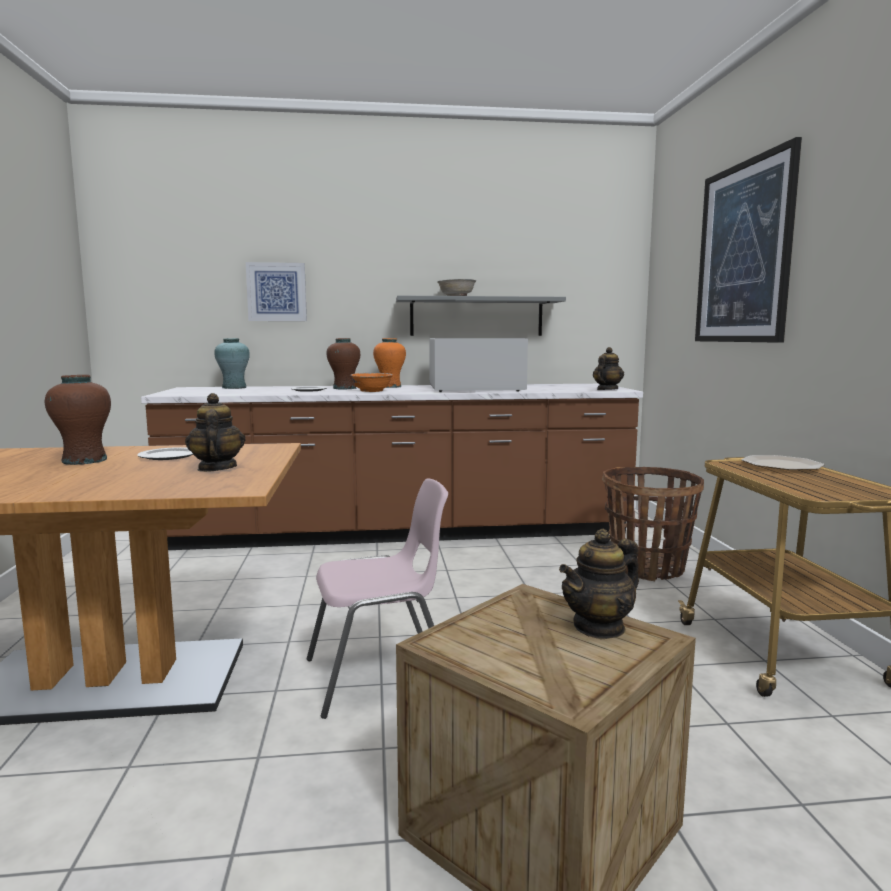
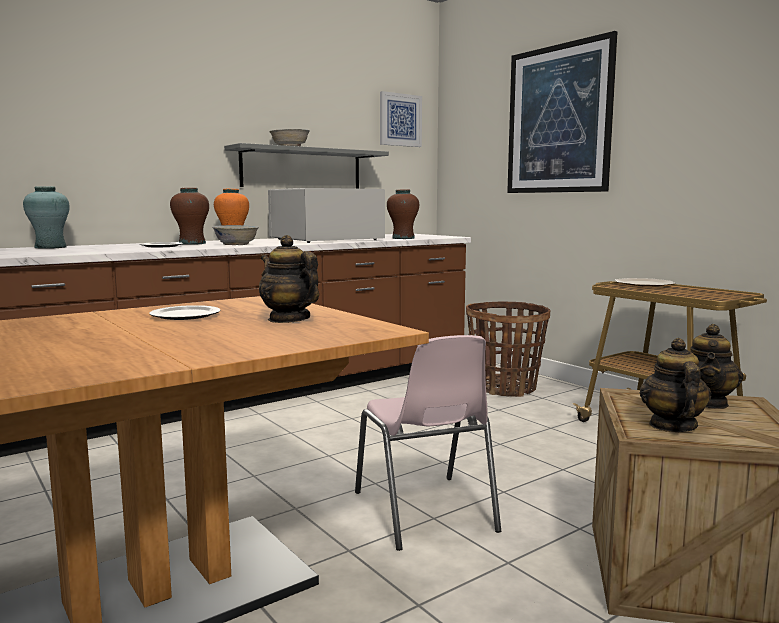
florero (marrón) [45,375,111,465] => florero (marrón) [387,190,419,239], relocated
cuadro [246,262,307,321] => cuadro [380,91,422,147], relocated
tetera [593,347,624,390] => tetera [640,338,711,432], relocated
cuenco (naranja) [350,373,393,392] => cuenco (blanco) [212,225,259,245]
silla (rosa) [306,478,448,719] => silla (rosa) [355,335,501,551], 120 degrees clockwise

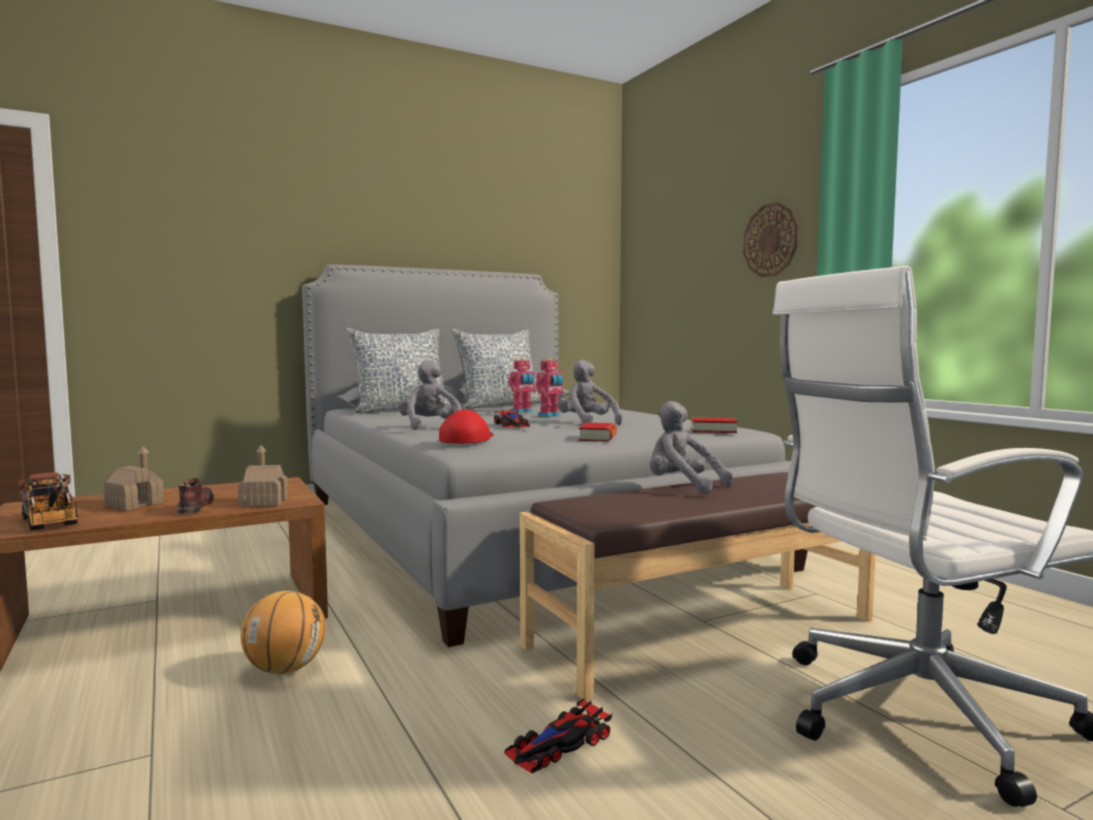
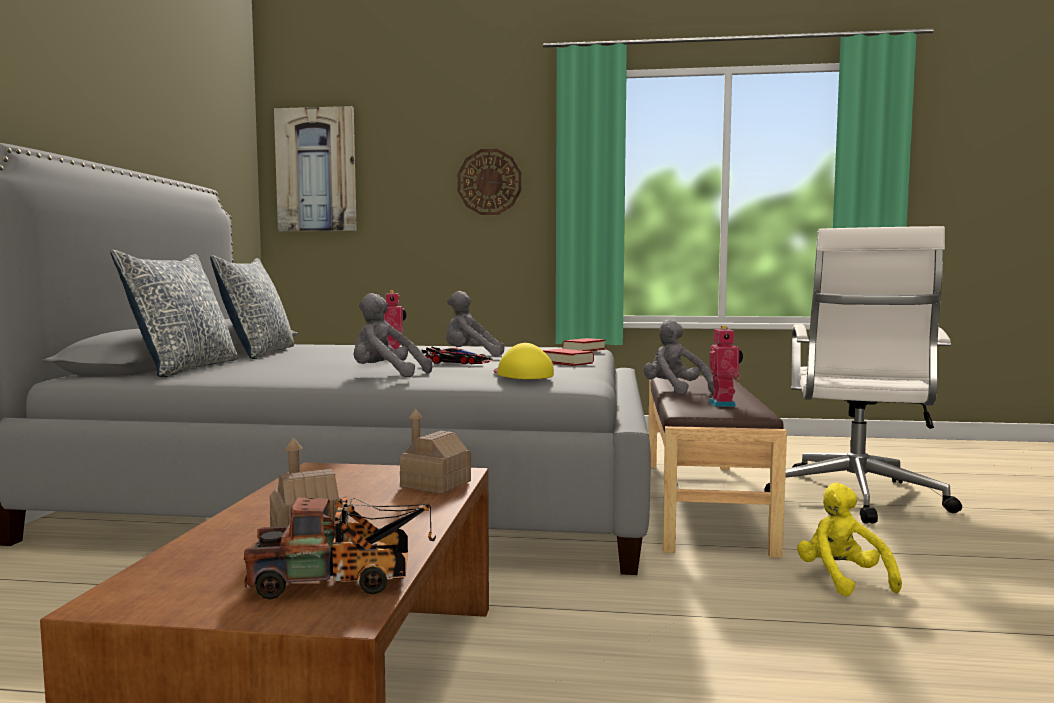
zapato (marrón) [177,478,214,514] => nothing
balón de baloncesto [241,591,326,674] => nothing
nothing => cuadro [274,106,357,231]
robot de juguete [508,357,537,413] => robot de juguete [708,325,743,407], relocated
coche de juguete [504,699,612,774] => peluche (amarillo) [797,483,902,597]
gorra (rojo) [439,410,494,444] => gorra (amarillo) [493,343,554,379]
peluche (gris) [650,401,733,494] => peluche (gris) [644,320,714,395], 75 degrees clockwise

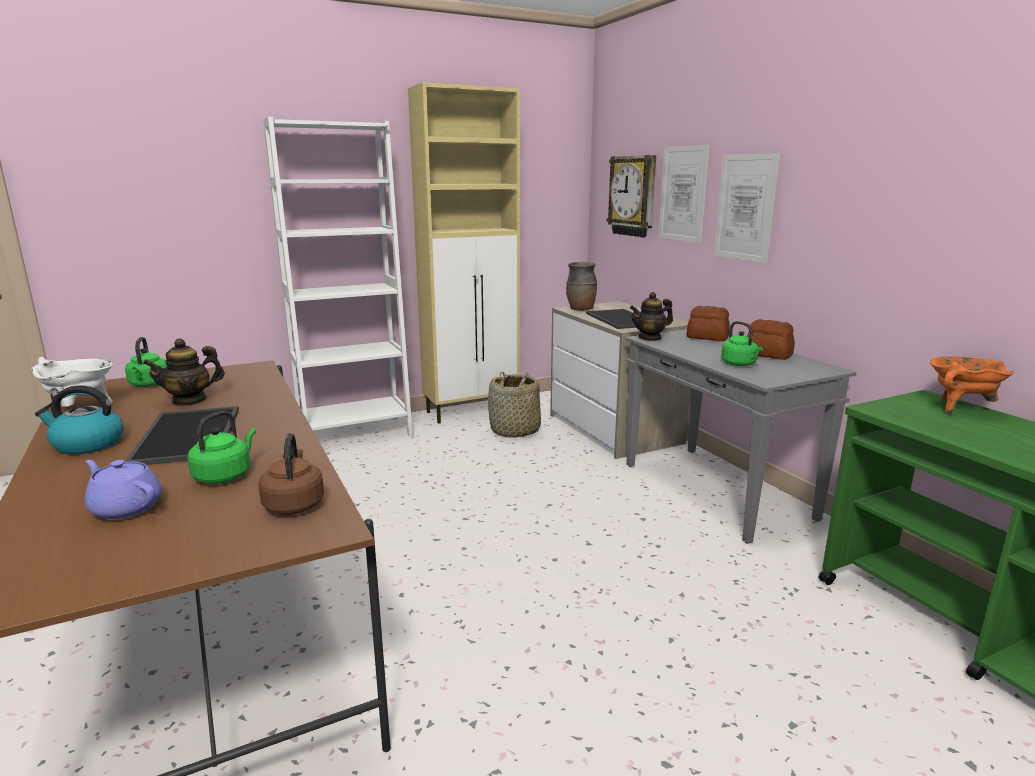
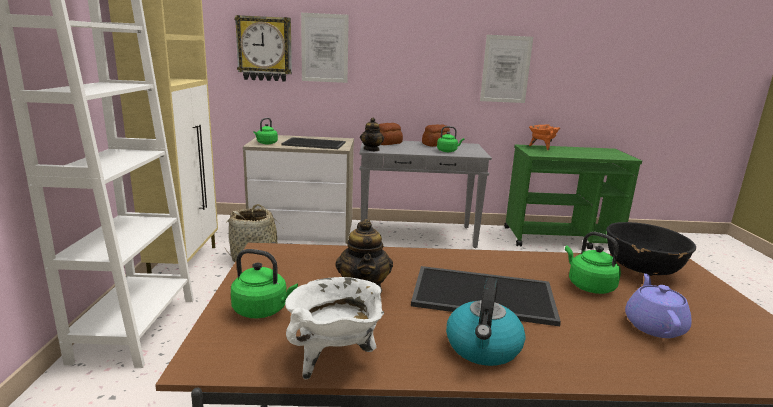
cuadro [714,153,780,263] => cuadro [480,35,533,103], relocated
hervidor (marrón) [259,433,324,515] => cuenco (negro) [606,222,696,276]
florero (marrón) [566,262,597,311] => hervidor (verde) [253,118,278,144]
tetera (morado) [85,460,162,520] => tetera (morado) [625,273,692,338], 135 degrees clockwise

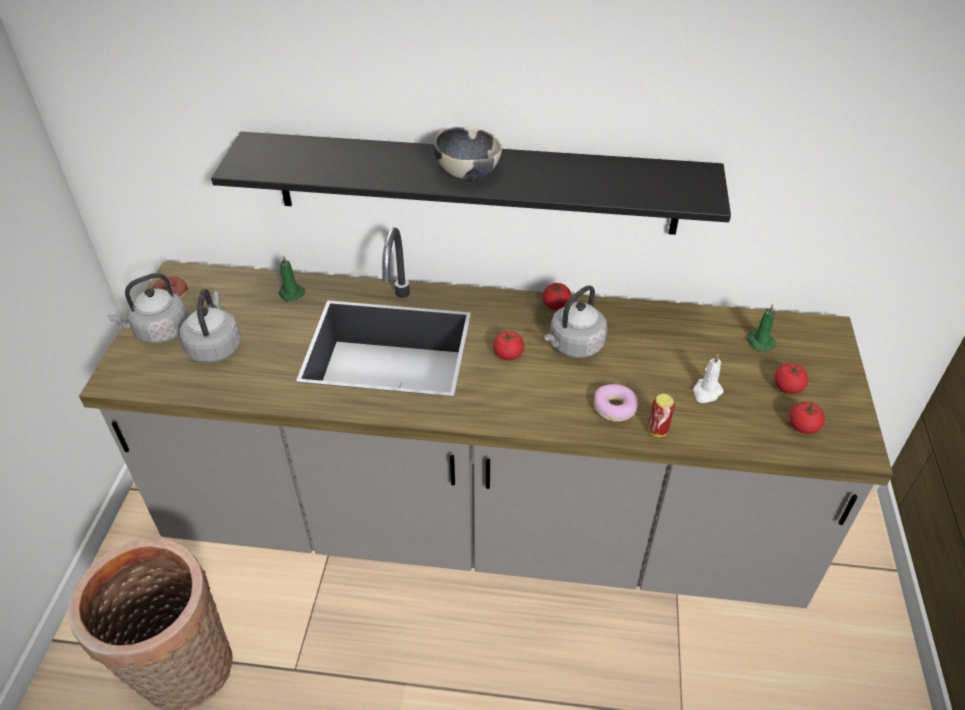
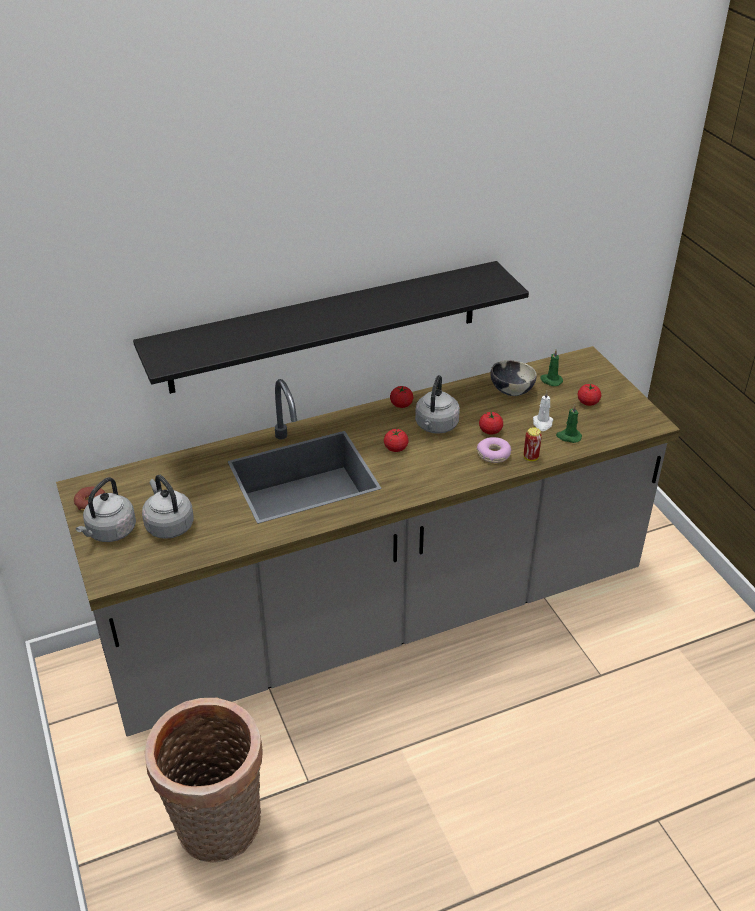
vela (verde) [278,255,305,301] => vela (verde) [556,404,582,443], relocated
cuenco [433,127,502,181] => cuenco [490,360,537,396], relocated
tomate [789,402,825,434] => tomate [479,412,503,435], relocated

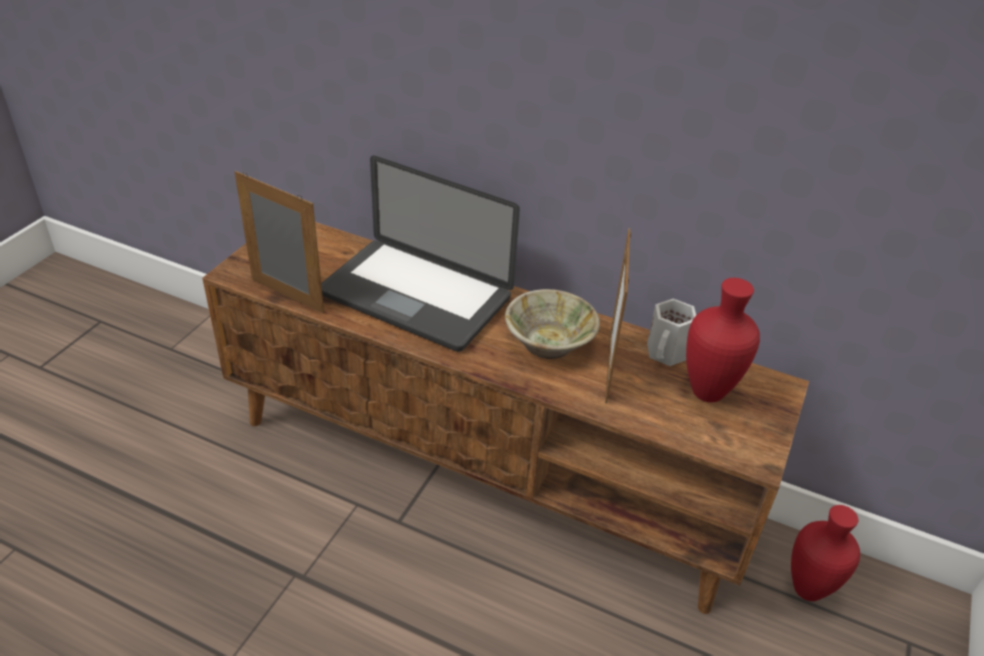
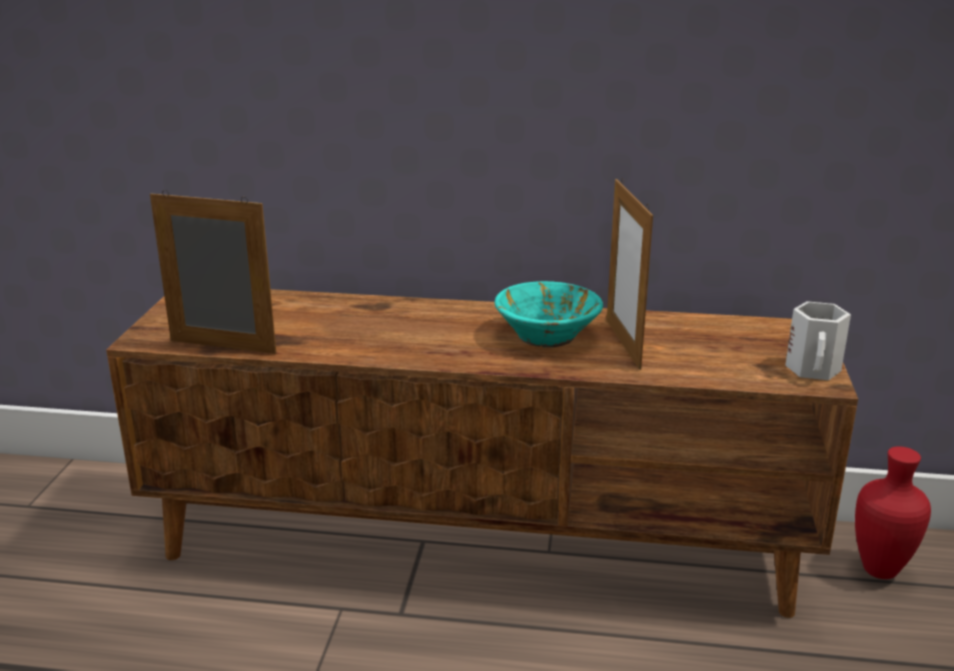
portátil [321,156,520,352] => nothing
florero (rojo) [686,278,760,402] => nothing
taza grande (blanco) [647,299,696,366] => taza grande (blanco) [785,301,851,380], relocated
cuenco (beis) [505,289,600,359] => cuenco (turquesa) [494,281,603,347]

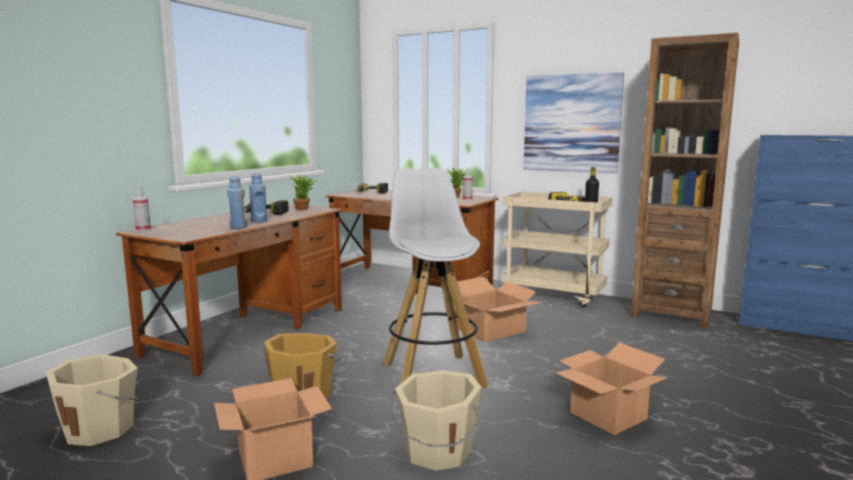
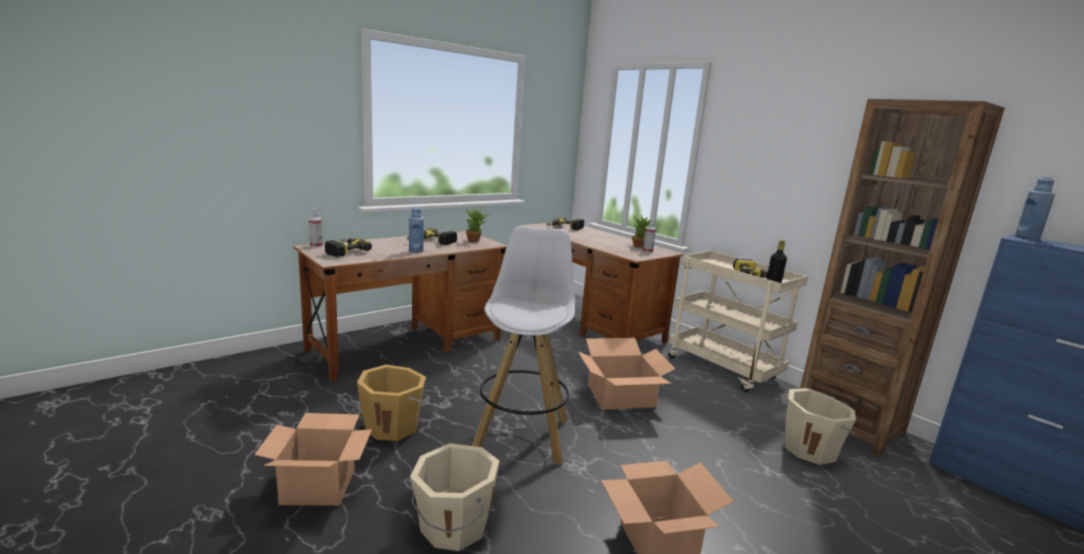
cuadro [523,72,624,173] => nothing
nothing => taladro [325,237,372,257]
cubo (beis) [46,354,138,446] => cubo (beis) [785,388,856,465], relocated
botella (azul) [227,176,247,229] => botella (azul) [1015,177,1055,240], relocated

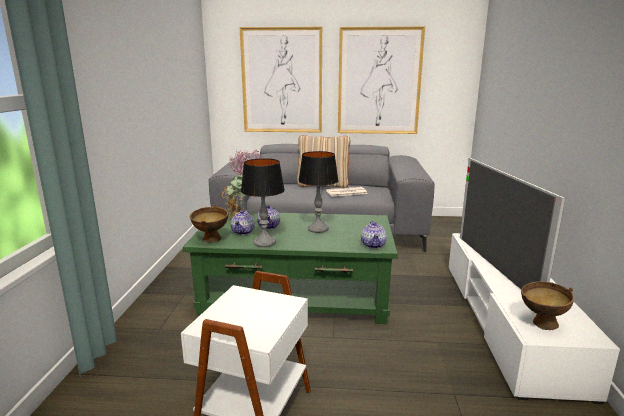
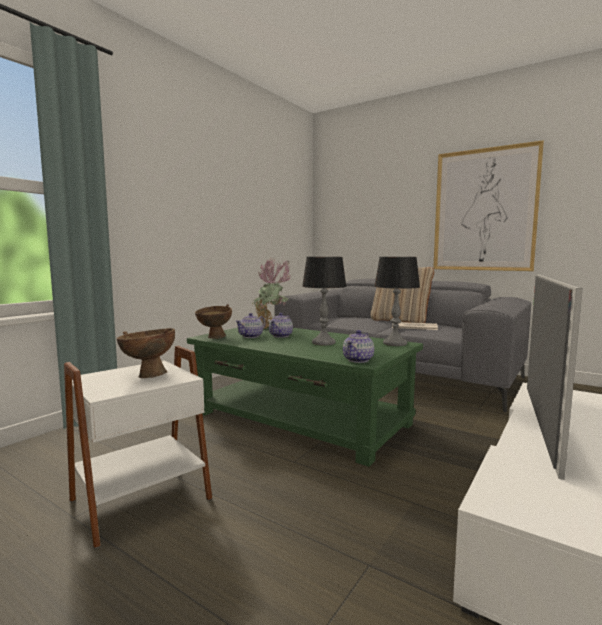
cuadro [240,27,322,133] => nothing
lámpara de mesa [241,158,285,247] => lámpara de mesa [374,257,420,346], relocated
cuenco (marrón) [521,281,574,330] => cuenco (marrón) [117,328,175,378], relocated

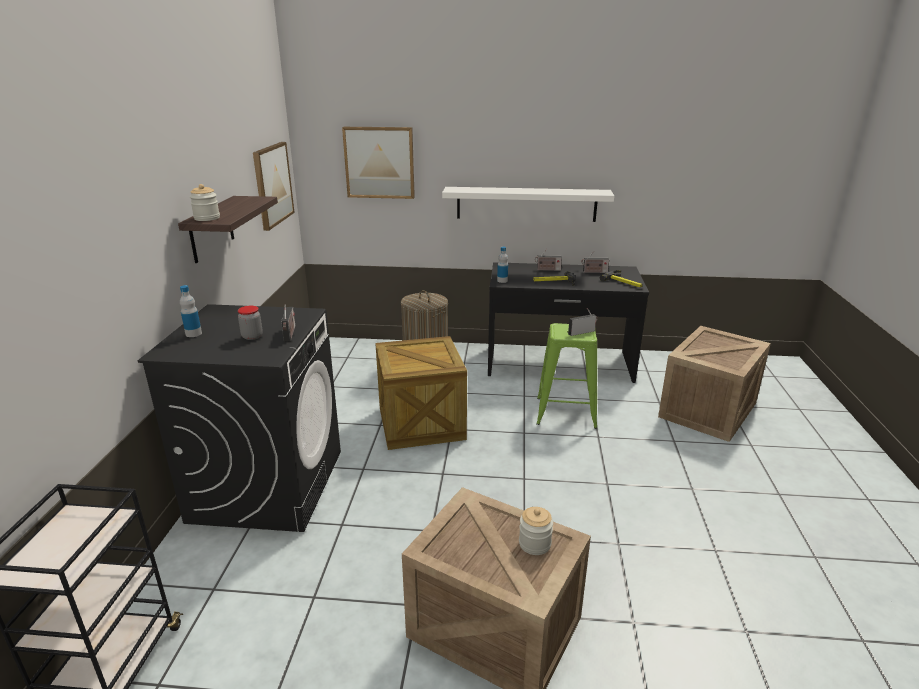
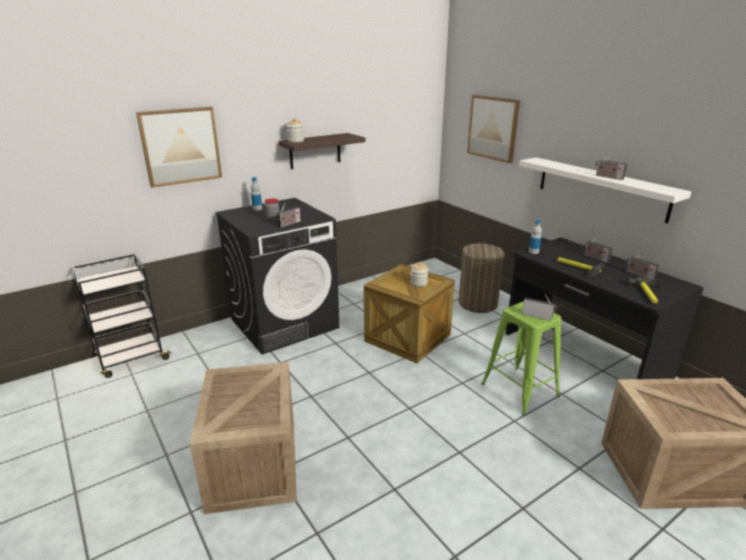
nothing => radio [596,153,627,180]
cuadro [253,142,295,231] => cuadro [136,107,222,188], relocated
tarro [519,507,553,555] => tarro [411,262,428,287], relocated

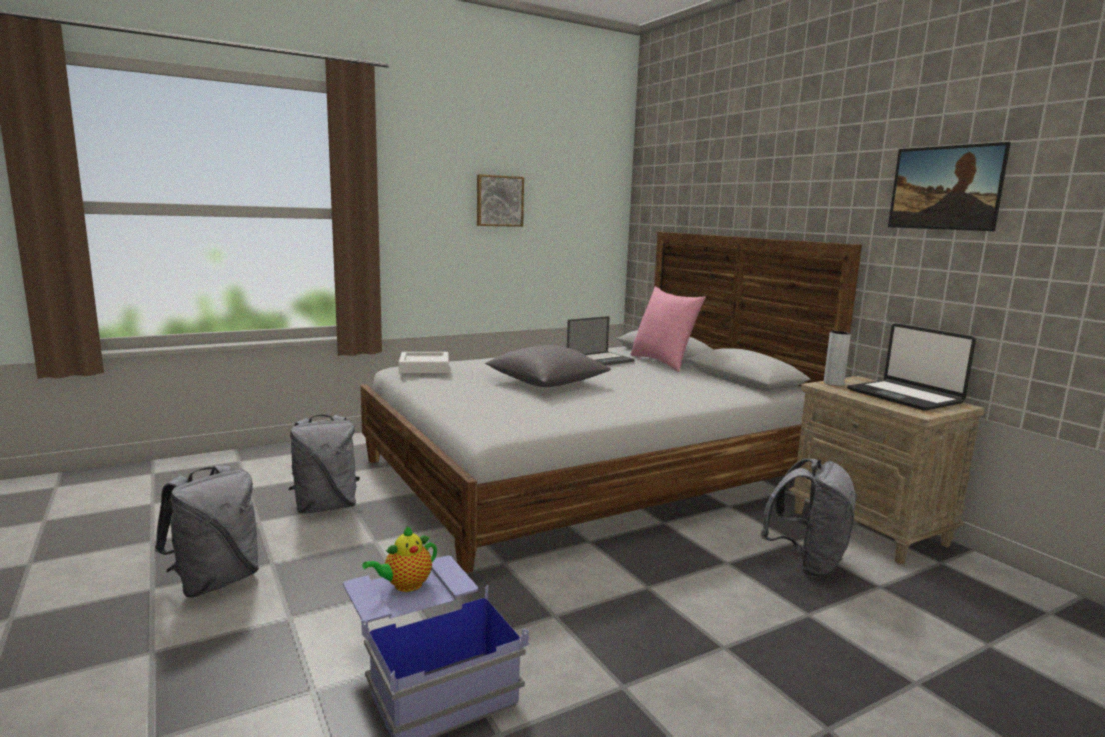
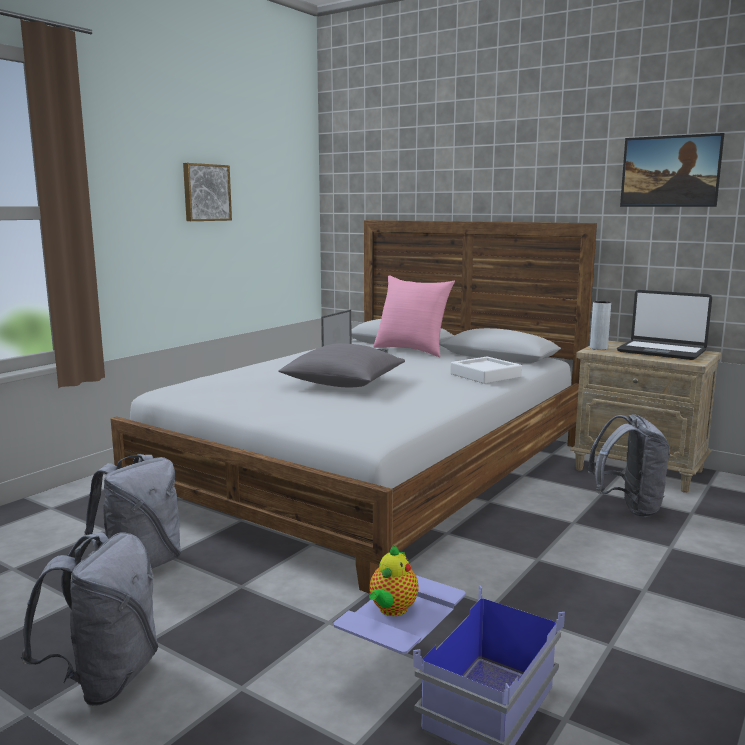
bandeja (blanco) [399,352,449,374] => bandeja (blanco) [450,356,522,384], relocated

